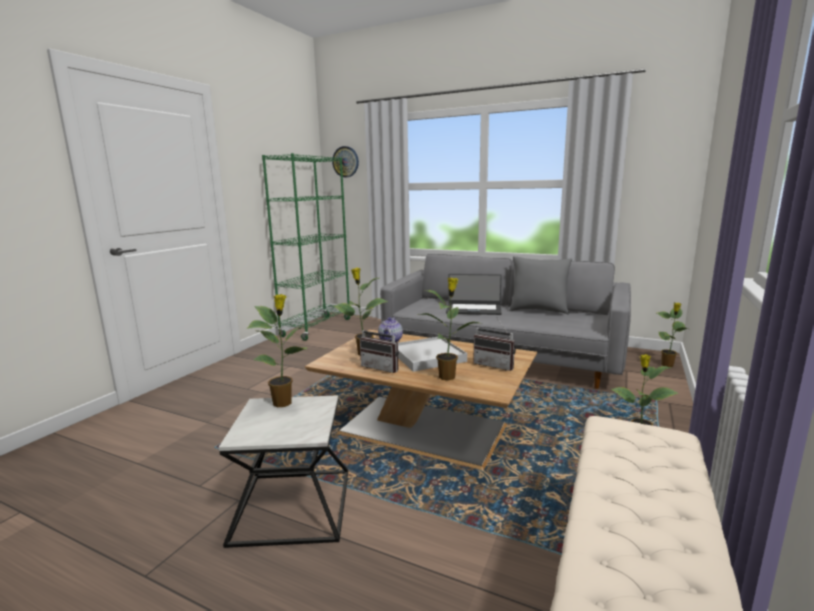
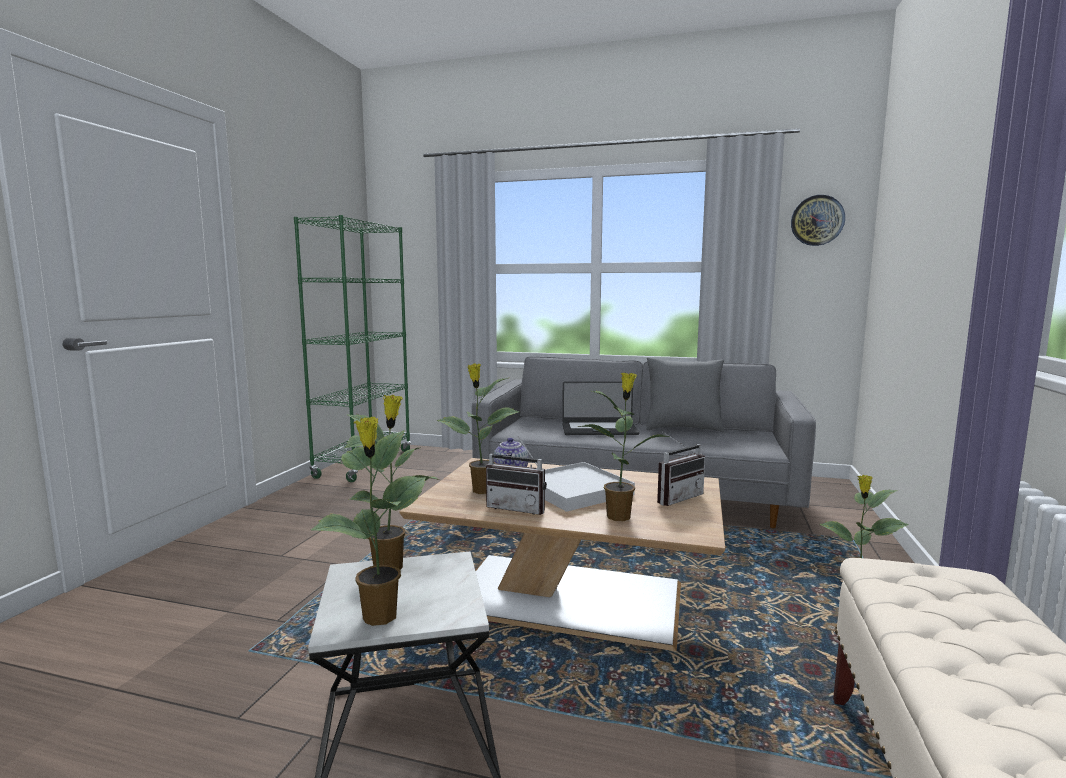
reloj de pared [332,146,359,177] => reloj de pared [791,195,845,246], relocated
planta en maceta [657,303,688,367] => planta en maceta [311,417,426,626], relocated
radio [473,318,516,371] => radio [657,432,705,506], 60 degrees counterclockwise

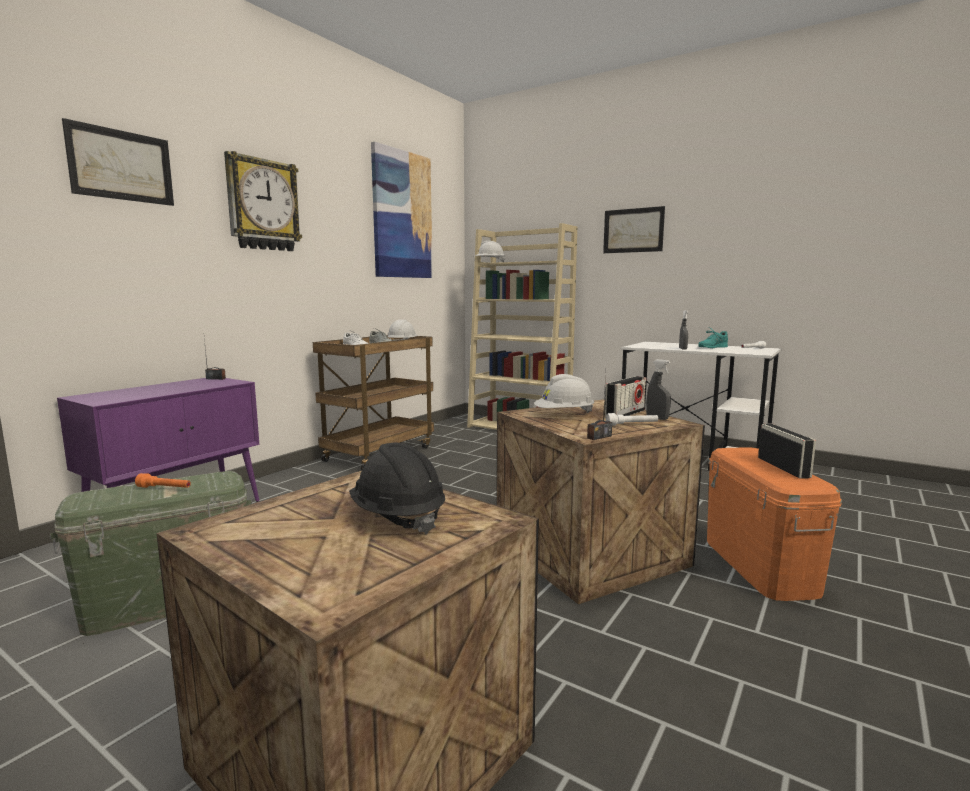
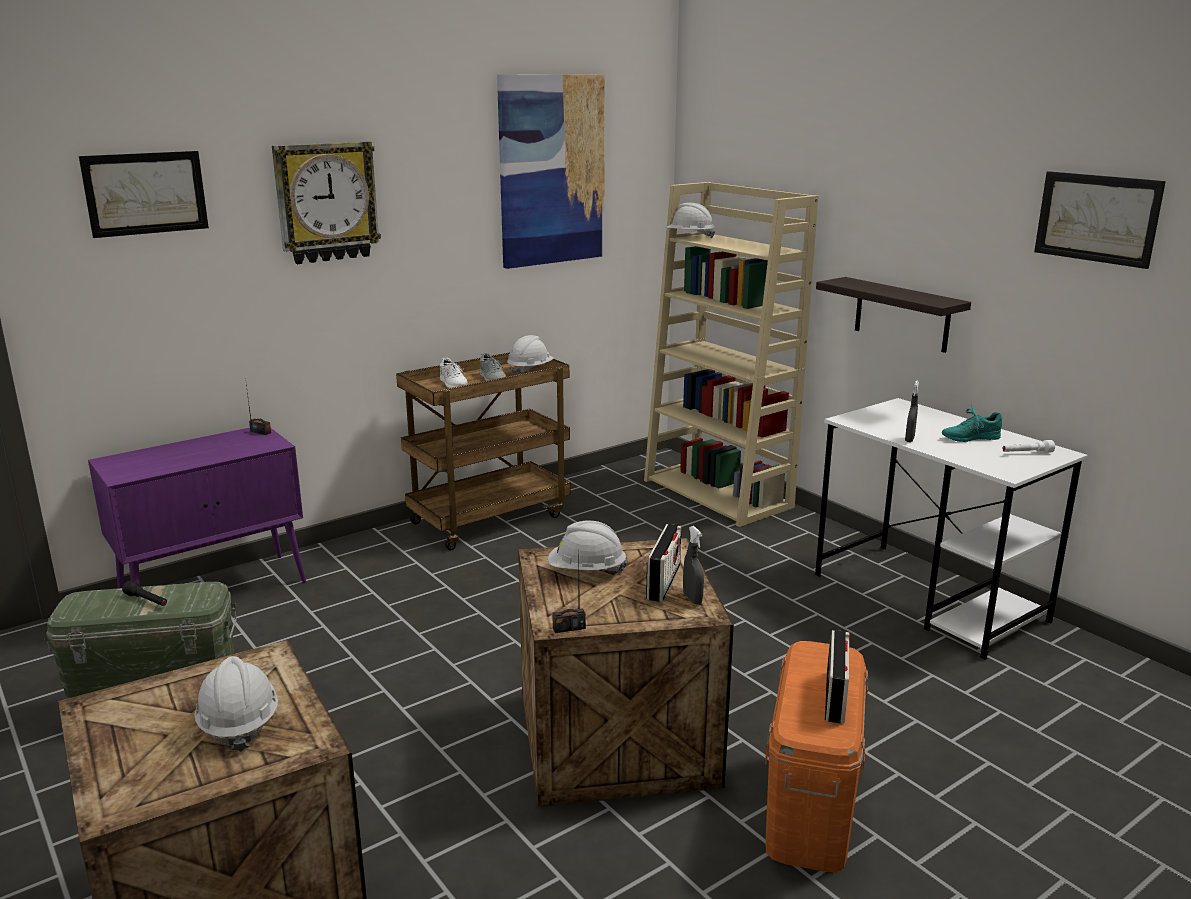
linterna (blanco) [606,413,658,426] => nothing
nothing => estante [816,277,971,353]
cuadro [603,206,665,253] => cuadro [1034,171,1166,269], relocated
linterna (naranja) [135,473,191,488] => linterna (negro) [122,581,167,606]
casco (negro) [349,443,445,535] => casco (blanco) [195,656,278,752]
radio [604,376,646,419] => radio [646,524,681,602], 45 degrees counterclockwise

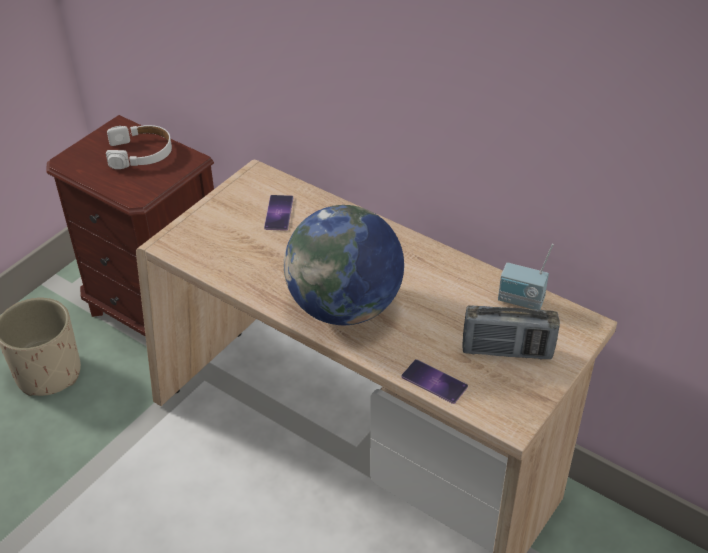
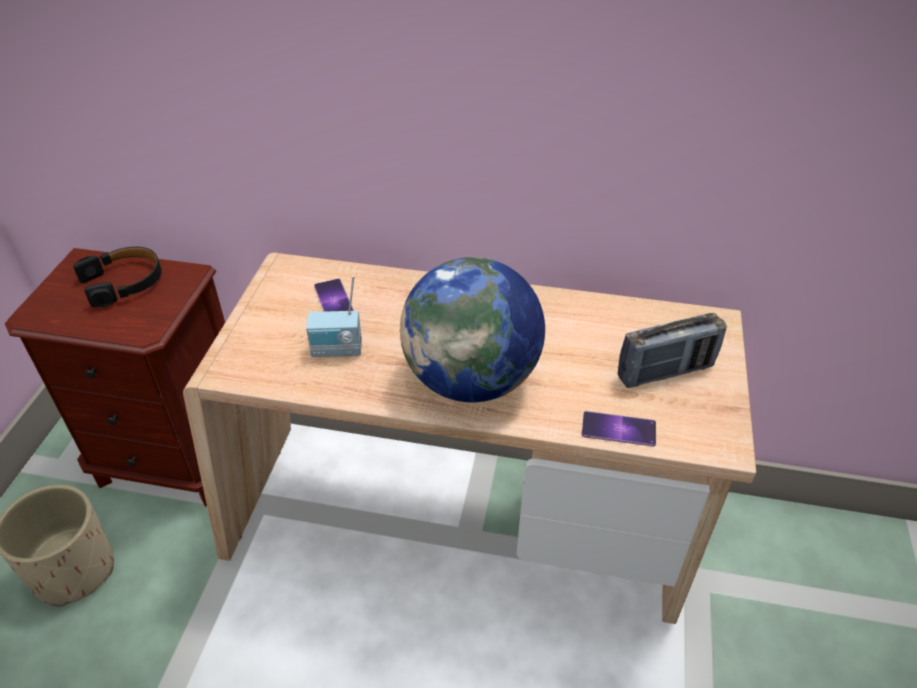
radio [498,244,554,310] => radio [306,276,362,357], relocated
auriculares (blanco) [106,125,172,169] => auriculares (negro) [73,247,162,307]

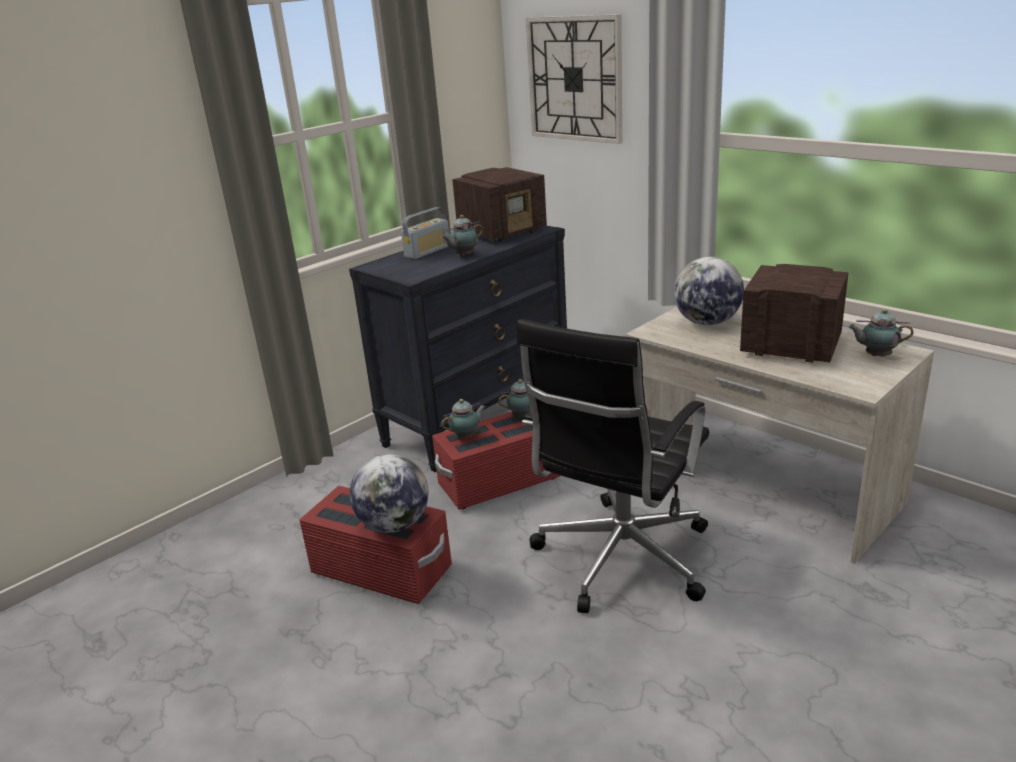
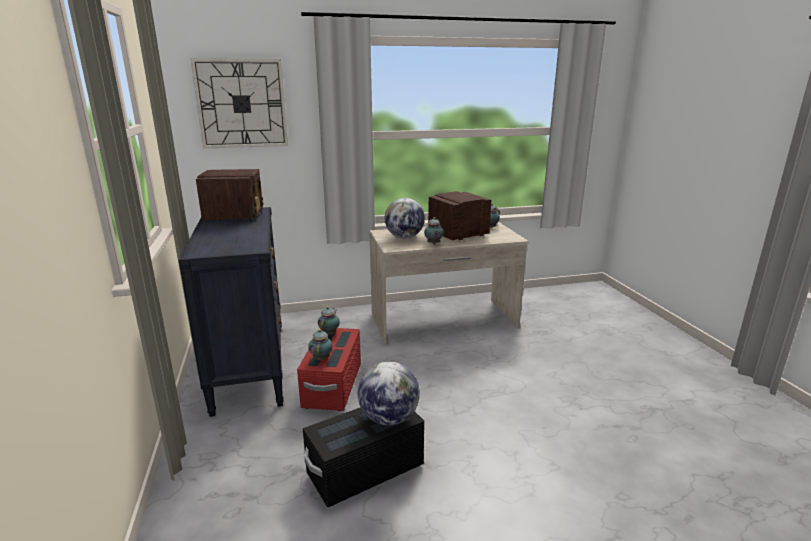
radio [401,207,449,259] => nothing
silla de oficina (negro) [517,319,709,613] => nothing
tetera [441,215,483,257] => tetera [424,217,444,245], relocated
caja de almacenaje (rojo) [299,486,452,604] => caja de almacenaje (negro) [303,407,424,507]

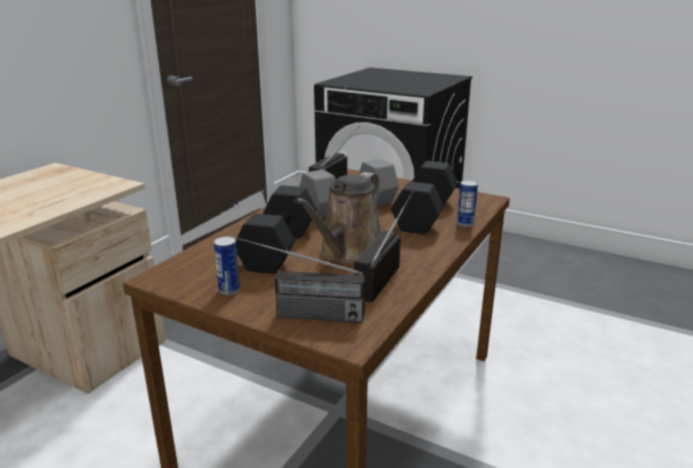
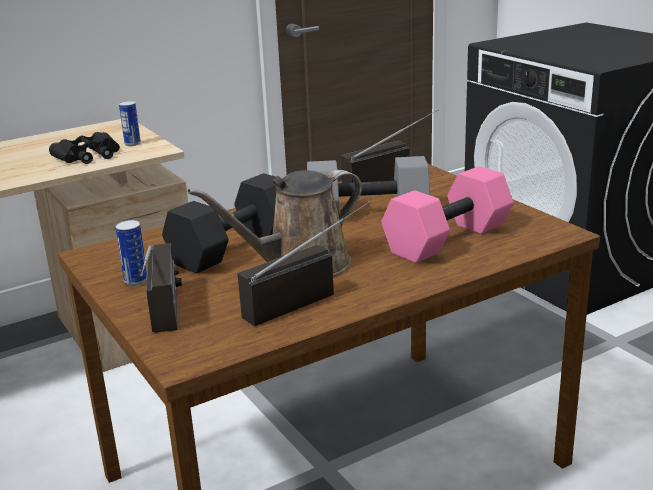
nothing => prismáticos (negro) [49,132,120,164]
lata [457,180,478,227] => lata [119,101,141,146], relocated
mancuerna (negro) [391,161,458,234] => mancuerna (rosa) [381,166,513,263]
radio [230,235,365,323] => radio [140,243,182,332], 135 degrees counterclockwise

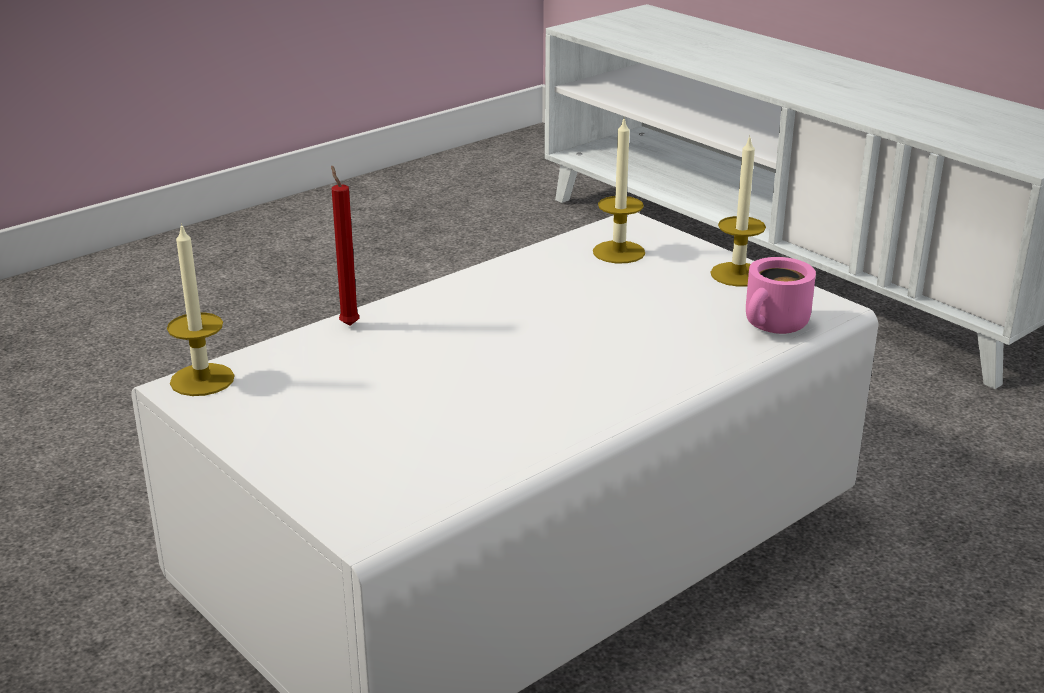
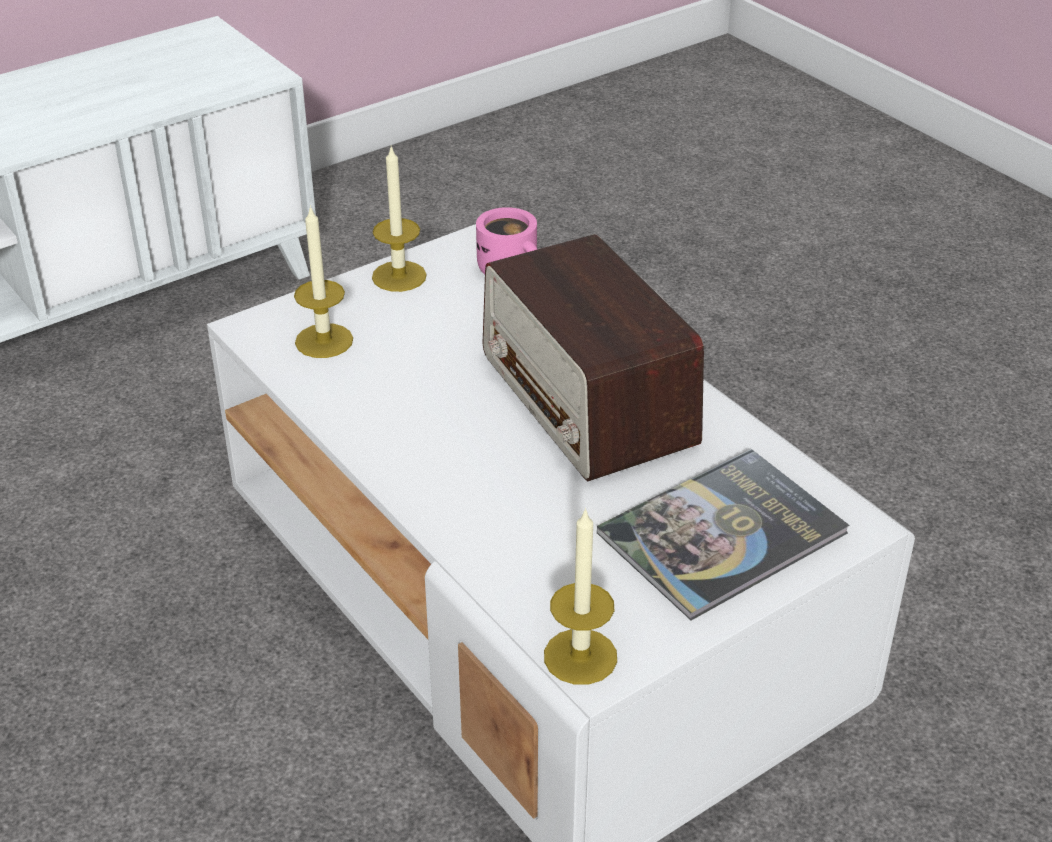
vela (rojo) [331,166,359,326] => nothing
nothing => radio [483,234,704,481]
nothing => libro [597,449,850,620]

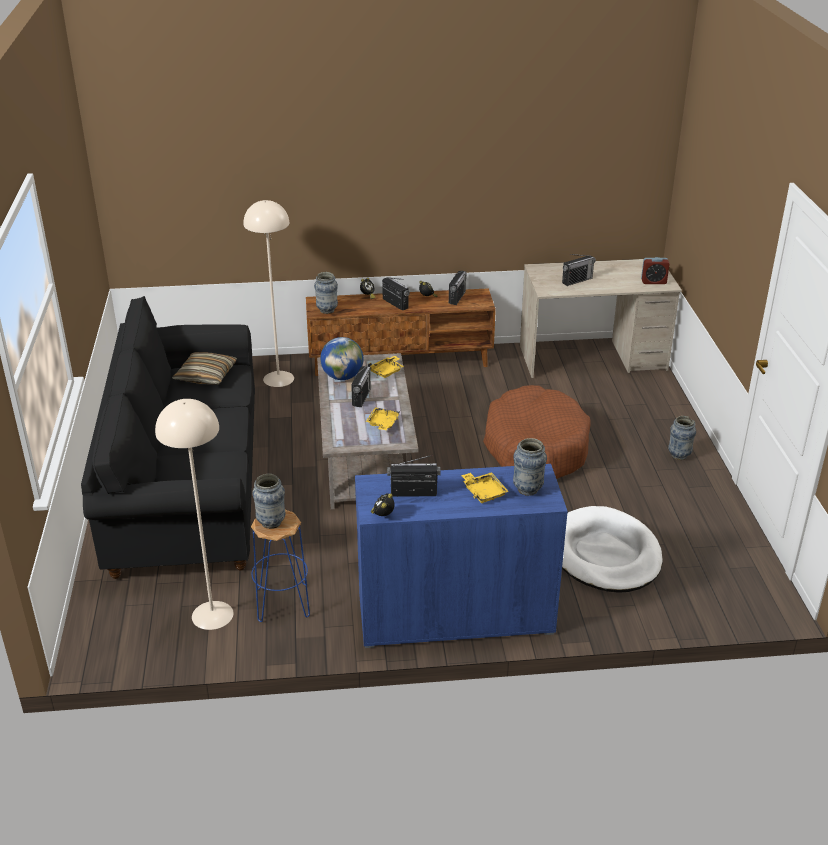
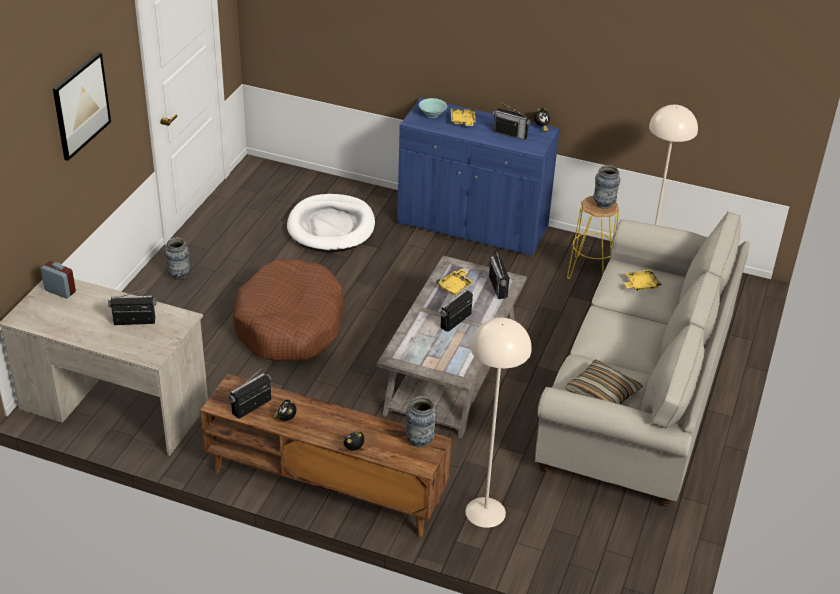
globo terráqueo [320,337,364,380] => nothing
nothing => cuadro [53,52,111,161]
bandeja (amarillo) [368,356,404,378] => bandeja (amarillo) [624,270,661,291], relocated
radio [382,277,410,310] => radio [489,251,509,299], relocated
florero [513,438,547,496] => cuenco (turquesa) [419,98,447,118]
sofá (negro) [81,296,255,579] => sofá (beis) [535,211,750,506]
taburete (azul) [251,510,310,622] => taburete (amarillo) [567,196,619,279]

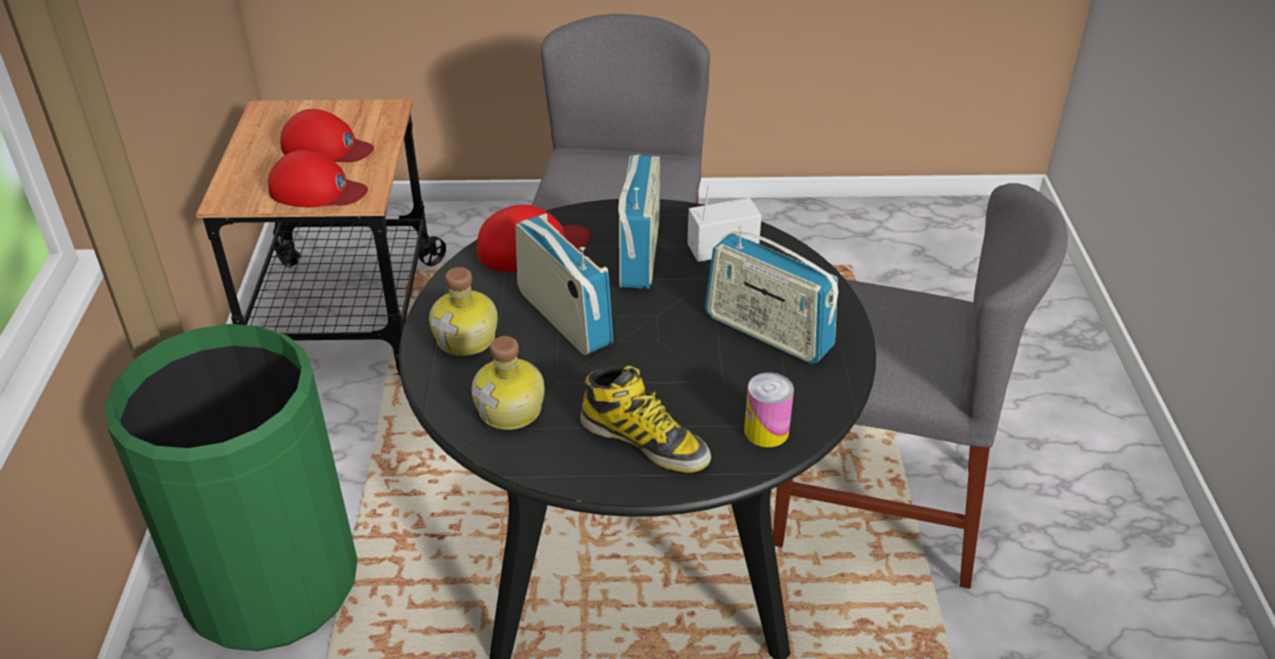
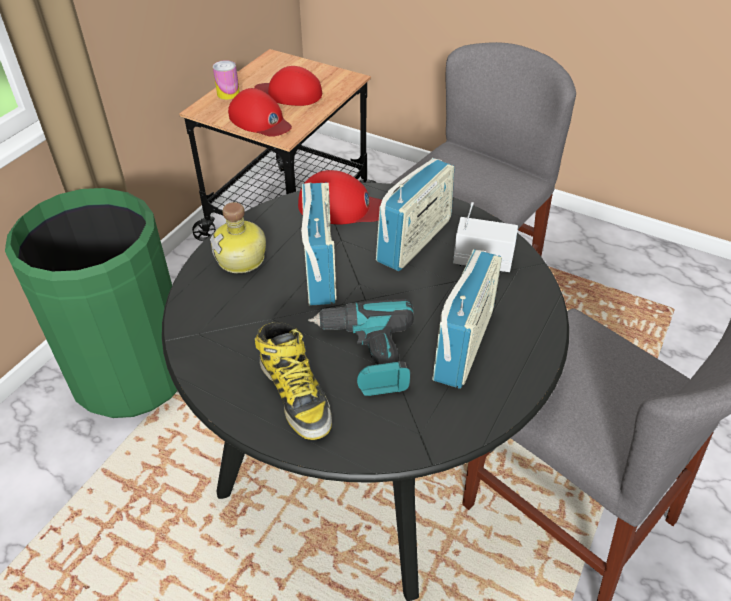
botella [471,336,545,430] => nothing
nothing => taladro [308,299,414,396]
lata [744,372,794,447] => lata [213,60,240,100], relocated
gorra (rojo) [280,109,374,162] => gorra (rojo) [254,66,322,106], 150 degrees clockwise
radio [705,226,839,364] => radio [432,249,502,389], 135 degrees counterclockwise

